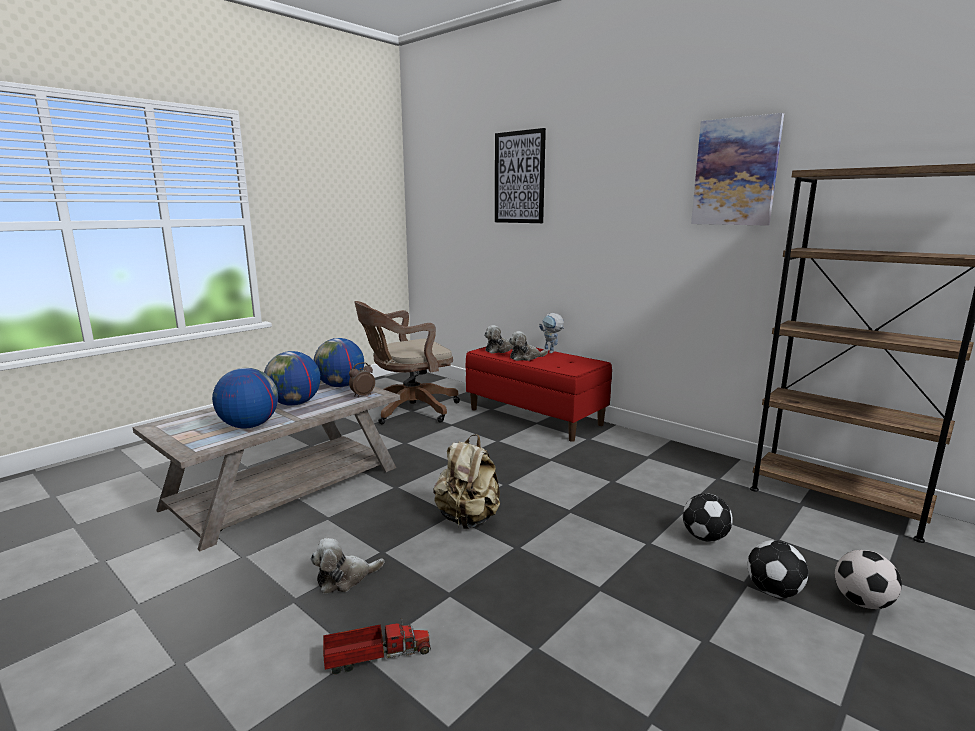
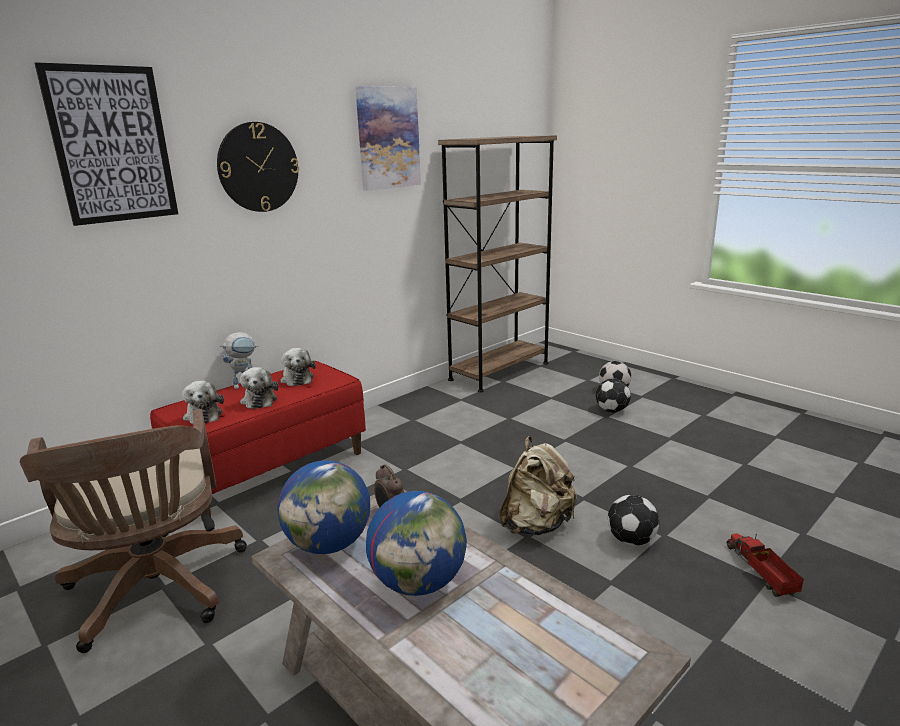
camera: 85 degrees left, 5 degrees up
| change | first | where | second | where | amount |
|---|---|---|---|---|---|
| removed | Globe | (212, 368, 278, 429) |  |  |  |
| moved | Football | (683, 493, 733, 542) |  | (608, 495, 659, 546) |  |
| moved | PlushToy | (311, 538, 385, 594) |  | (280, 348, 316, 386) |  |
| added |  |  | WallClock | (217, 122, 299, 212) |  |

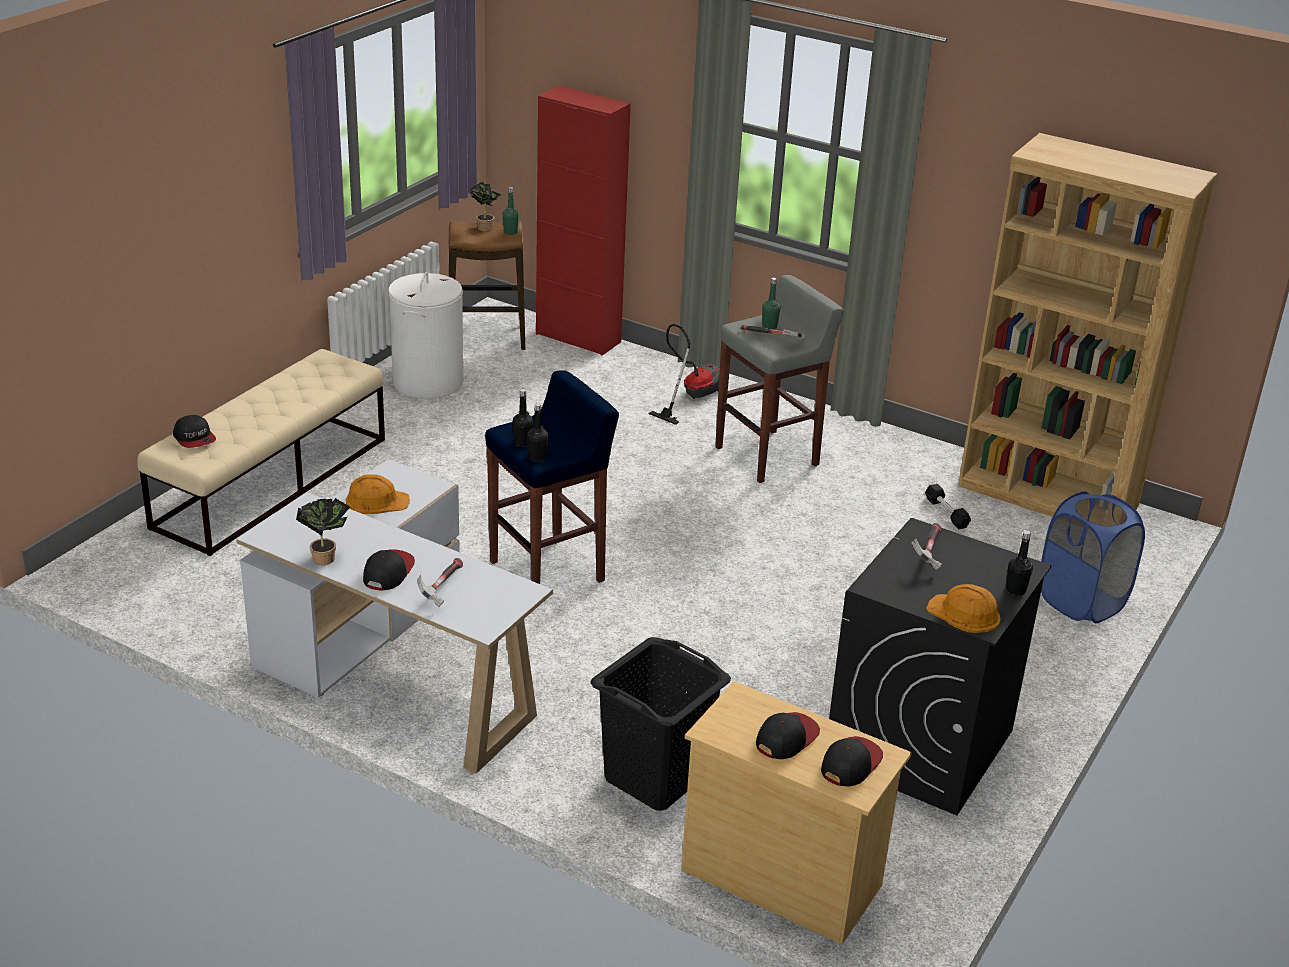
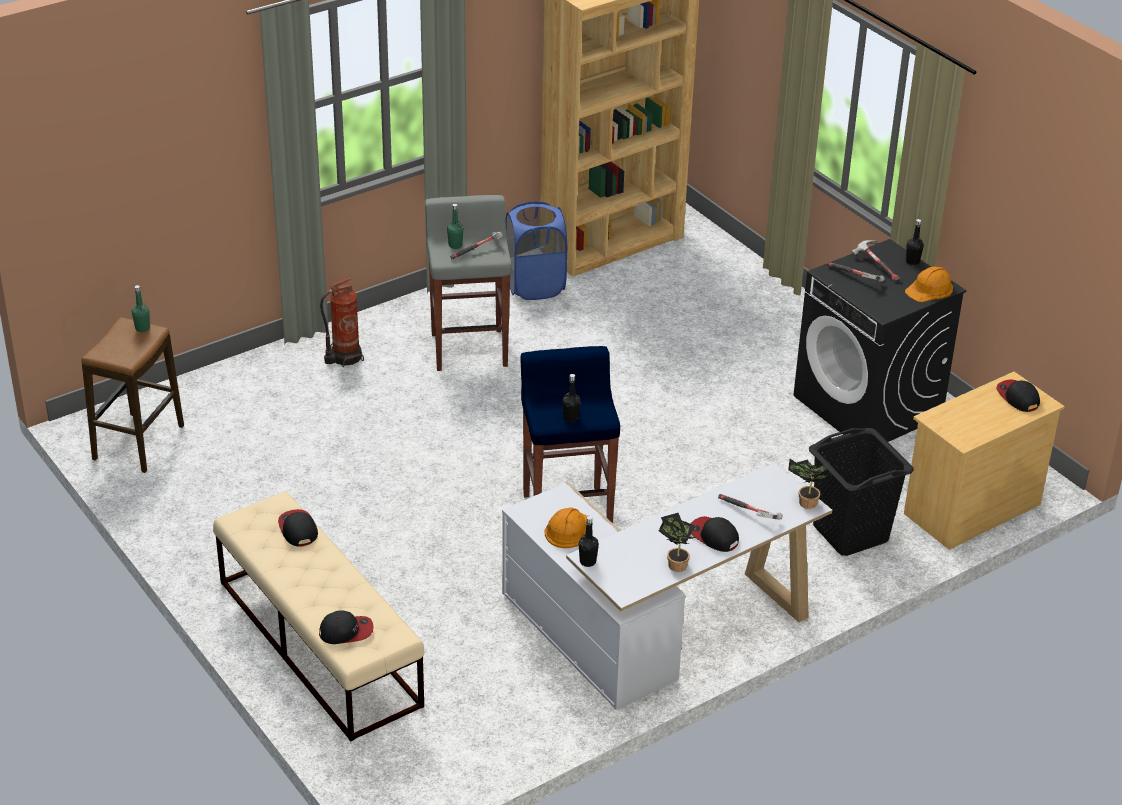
camera: 65 degrees left, 5 degrees up
| change | first | where | second | where | amount |
|---|---|---|---|---|---|
| removed | RedCabinet | (536, 86, 631, 356) |  |  |  |
| moved | PottedPlant | (468, 182, 501, 231) |  | (788, 459, 831, 509) |  |
| removed | WhiteLaundryBasket | (388, 272, 464, 399) |  |  |  |
| replaced | VacuumCleaner | (649, 324, 720, 425) | FireExtinguisher | (320, 278, 364, 367) |  |
| moved | BlackBottle | (527, 403, 548, 462) |  | (579, 516, 599, 567) |  |
| removed | BlackDumbbell | (925, 484, 971, 529) |  |  |  |
| moved | BlueLaundryBasket | (1041, 491, 1145, 623) |  | (505, 201, 567, 300) |  |
| moved | Cap | (756, 712, 820, 759) |  | (278, 509, 318, 547) |  |
| added |  |  | Hammer | (852, 240, 900, 282) |  |

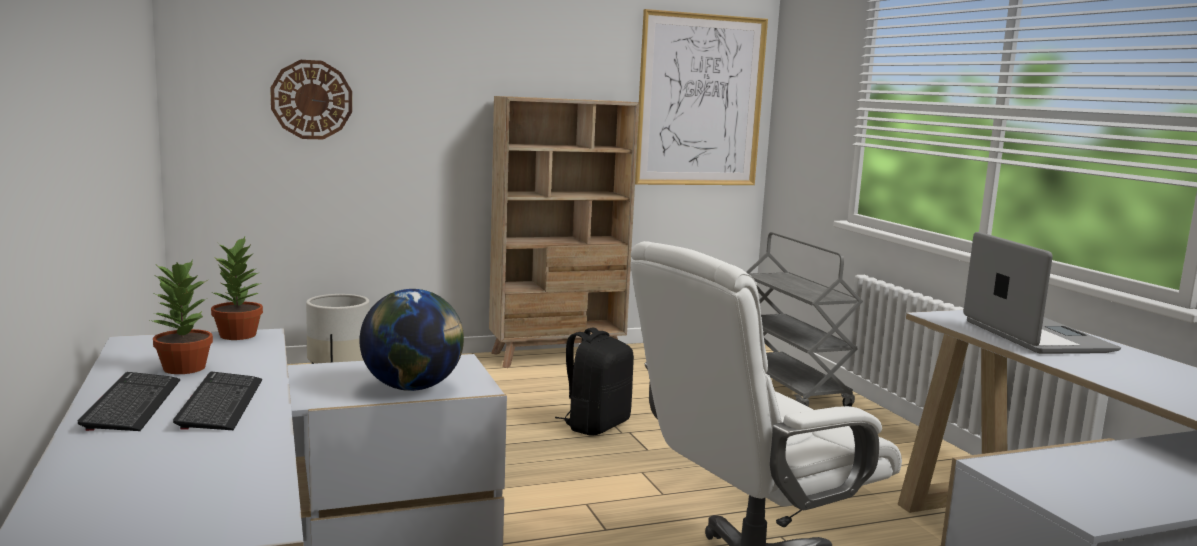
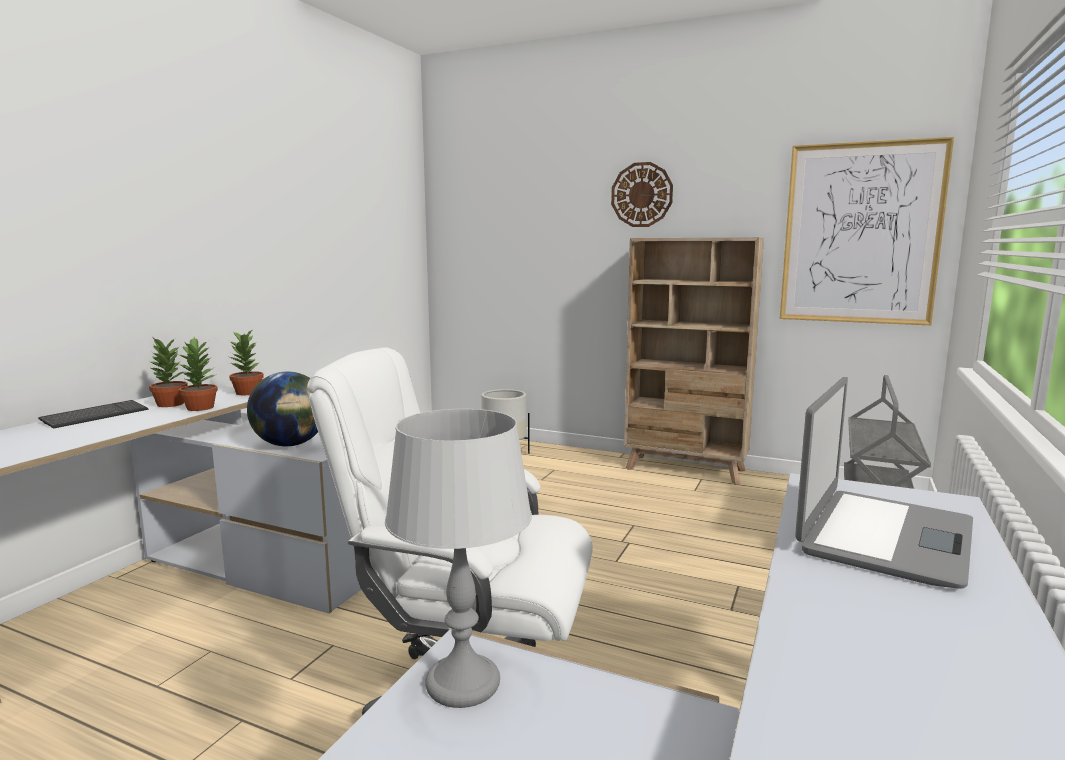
camera: 45 degrees right, 0 degrees up
| change | first | where | second | where | amount |
|---|---|---|---|---|---|
| moved | WallClock | (270, 60, 352, 139) |  | (611, 162, 673, 227) |  |
| removed | BlackBackpack | (555, 327, 634, 436) |  |  |  |
| removed | Keyboard | (173, 372, 262, 430) |  |  |  |
| added |  |  | PottedPlant | (177, 337, 218, 411) |  |
| added |  |  | GreyTableLamp | (385, 409, 532, 708) |  |

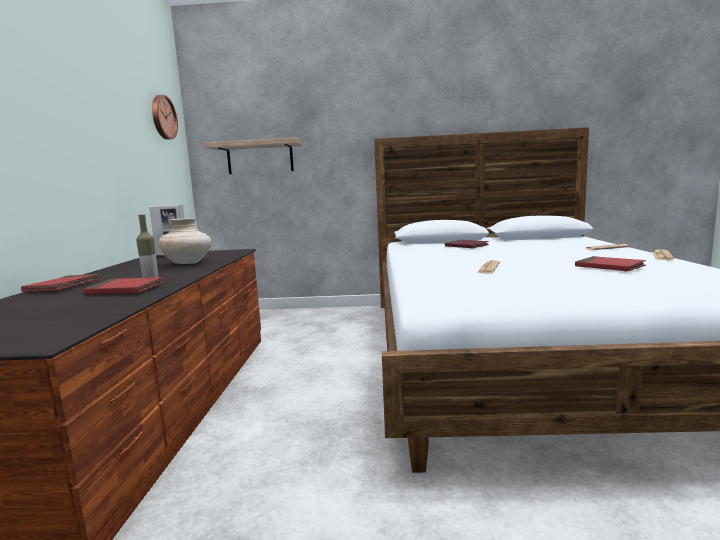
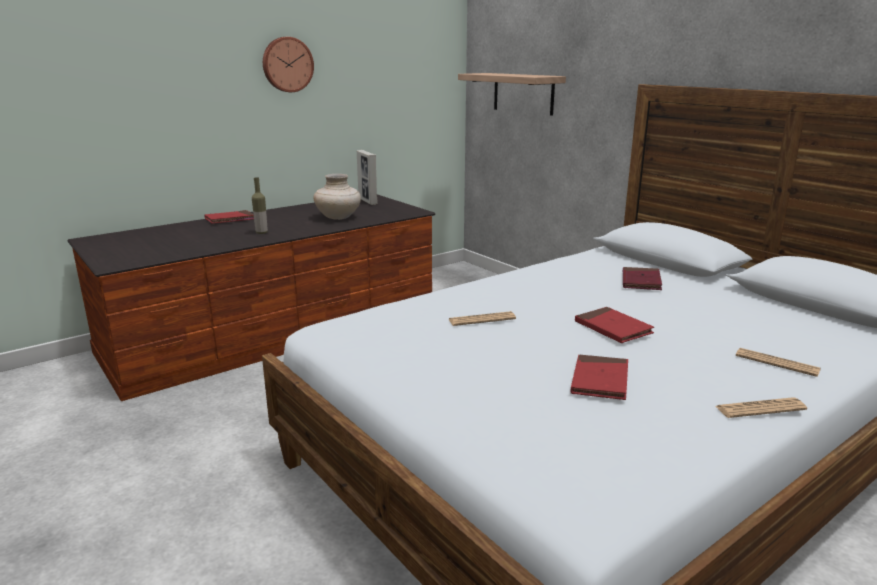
camera: 50 degrees right, 10 degrees up
| change | first | where | second | where | amount |
|---|---|---|---|---|---|
| moved | WallClock | (152, 95, 178, 140) |  | (263, 37, 314, 92) |  |
| moved | RedBook | (82, 277, 164, 295) |  | (575, 307, 654, 343) |  |

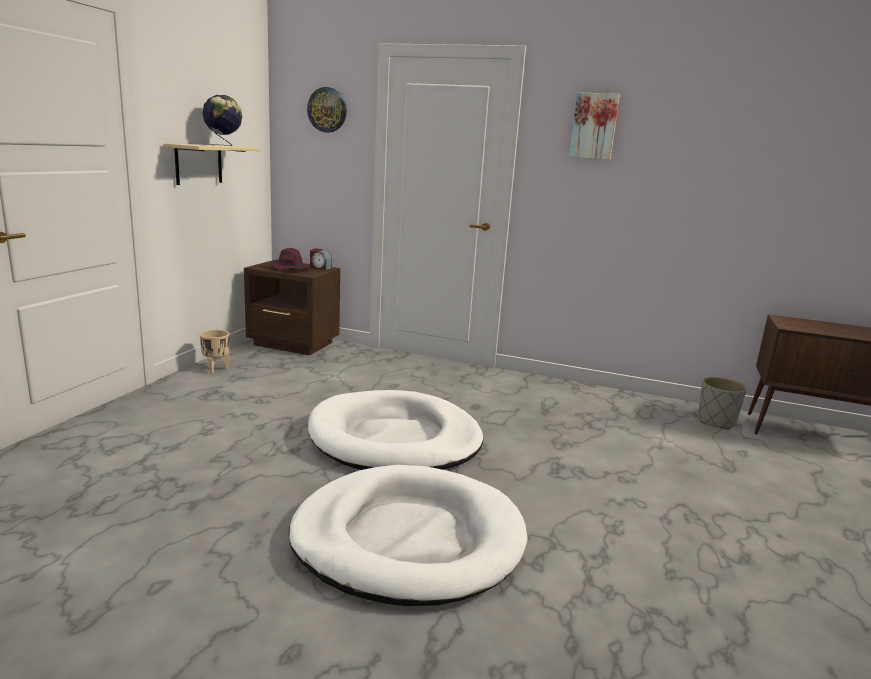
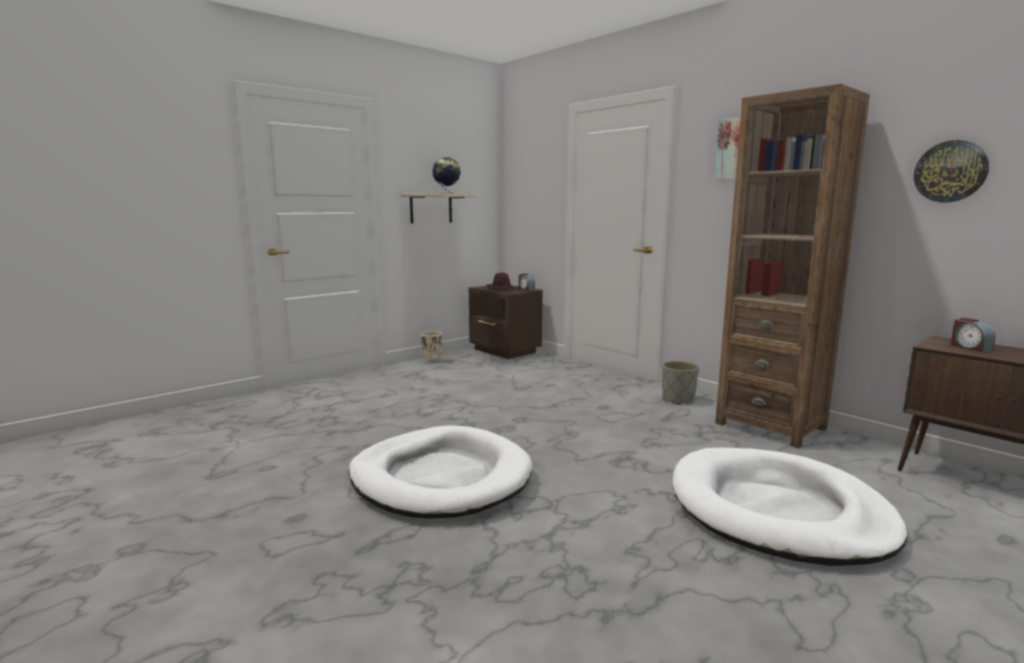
camera: 30 degrees right, 5 degrees down
| change | first | where | second | where | amount |
|---|---|---|---|---|---|
| moved | WallClock | (307, 87, 347, 133) |  | (914, 140, 989, 202) |  |
| moved | GreyPlanter | (698, 377, 747, 430) |  | (662, 361, 699, 405) |  |
| moved | WhiteDogBed | (308, 390, 483, 470) |  | (672, 448, 907, 566) |  |
| added |  |  | BrownBookcase | (715, 84, 870, 448) |  |
| added |  |  | AlarmClock | (950, 318, 996, 352) |  |

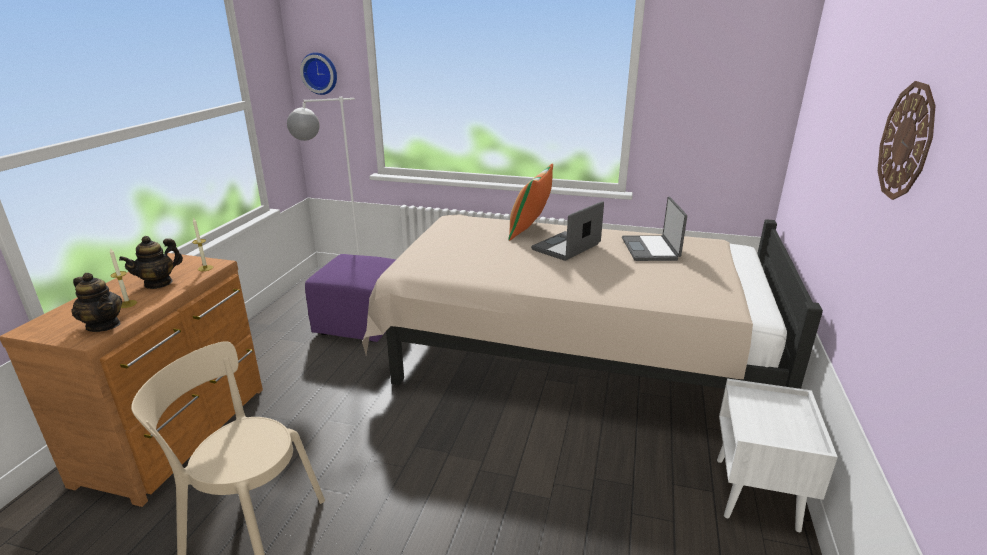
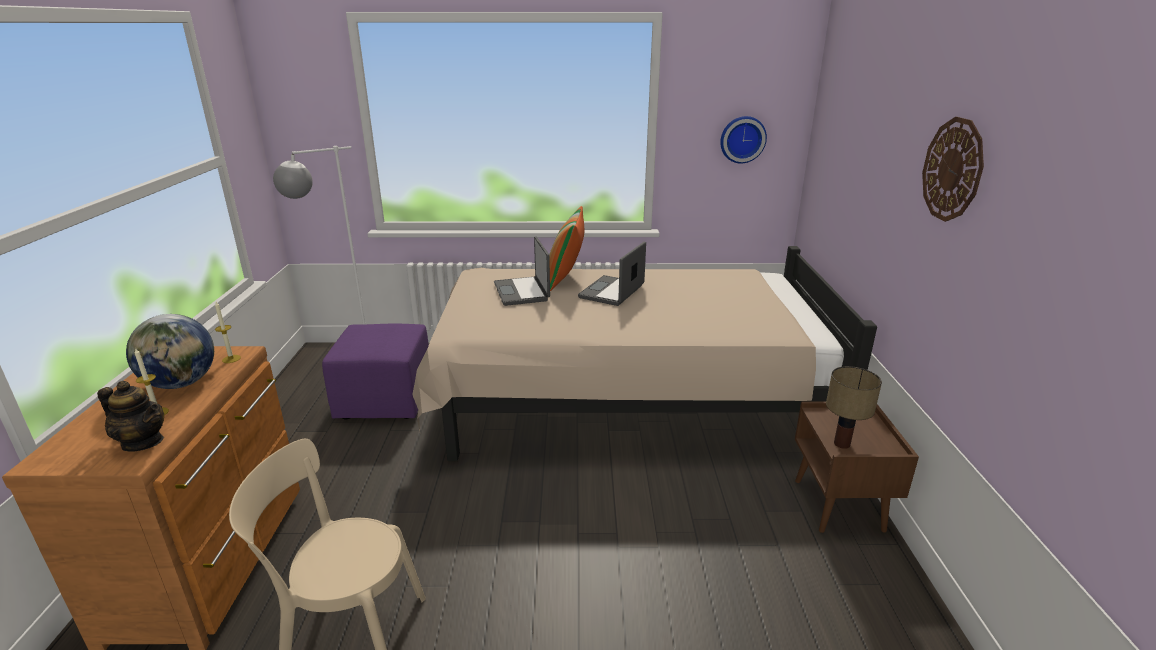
camera: 15 degrees left, 0 degrees up
| change | first | where | second | where | amount |
|---|---|---|---|---|---|
| moved | WallClock | (300, 52, 337, 95) |  | (720, 116, 767, 163) |  |
| moved | Laptop | (622, 197, 687, 261) |  | (494, 236, 550, 306) |  |
| replaced | Teapot | (119, 236, 183, 289) | Globe | (126, 314, 214, 389) |  |
| recoloured | WhiteNightstand | (717, 378, 838, 532) | BrownNightstand | (795, 401, 919, 533) |  |
| added |  |  | TableLamp | (826, 366, 882, 449) |  |

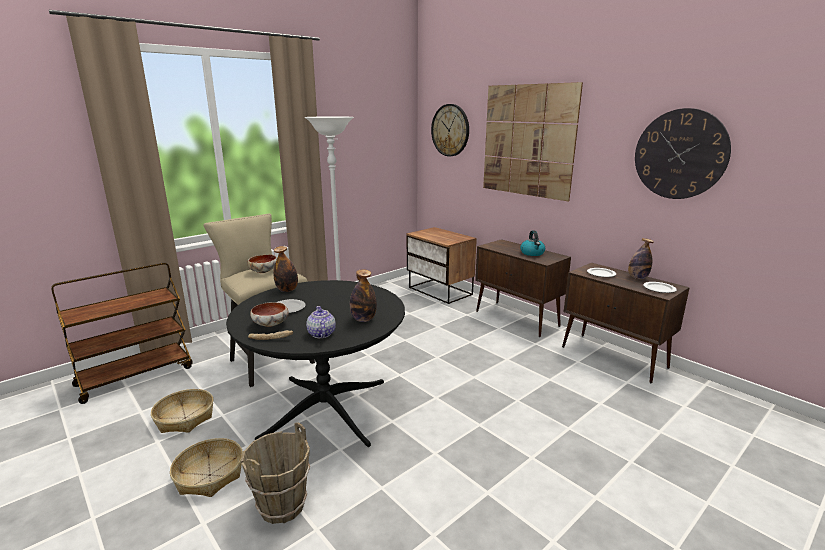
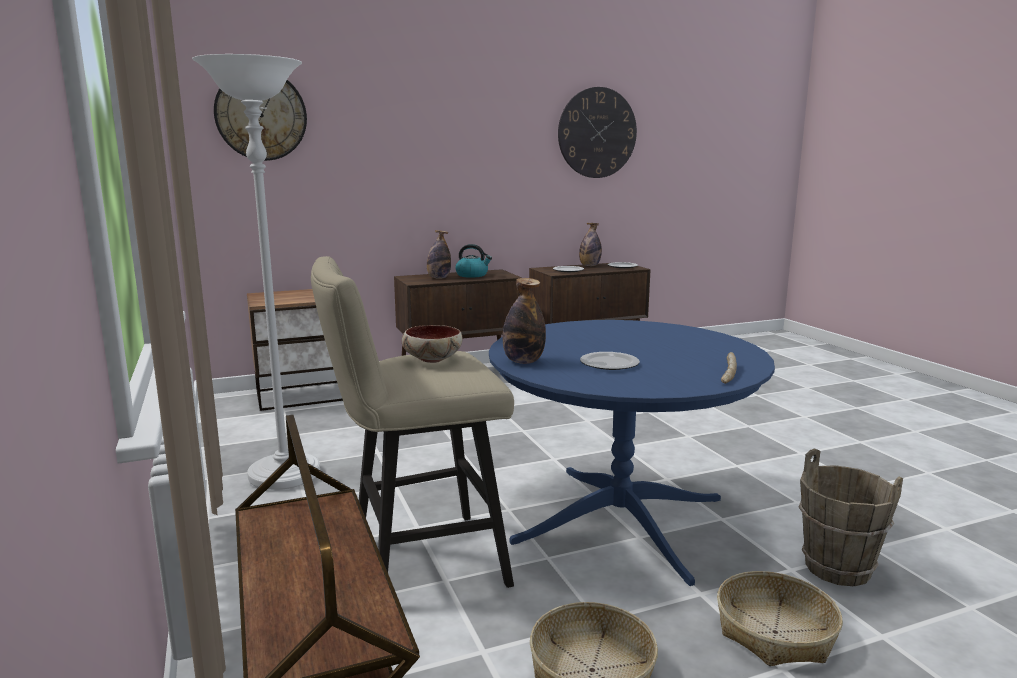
camera: 70 degrees left, 5 degrees down
| change | first | where | second | where | amount |
|---|---|---|---|---|---|
| removed | Picture | (483, 82, 583, 202) |  |  |  |
| moved | Bottle | (350, 269, 377, 322) |  | (427, 230, 451, 279) |  |
| recoloured | BlackDiningTable | (226, 280, 405, 447) | BlueDiningTable | (489, 320, 775, 586) |  |
| removed | Bowl | (250, 302, 289, 327) |  |  |  |
| removed | Teapot | (306, 306, 336, 338) |  |  |  |

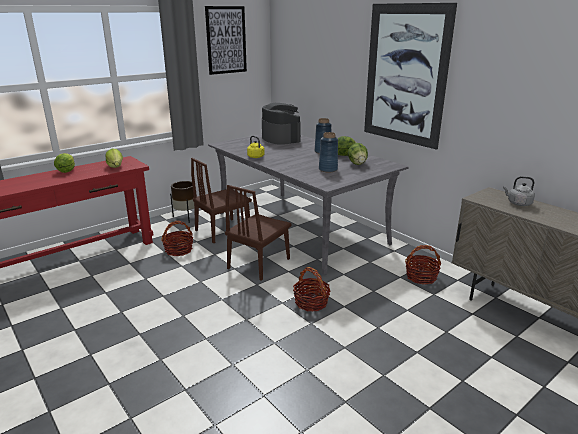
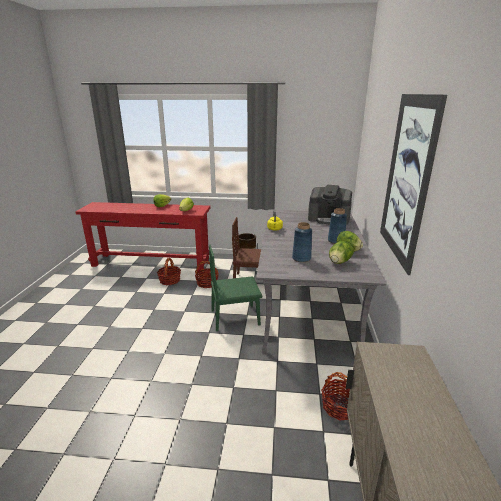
camera: 45 degrees right, 0 degrees up
| change | first | where | second | where | amount |
|---|---|---|---|---|---|
| removed | Picture | (205, 6, 247, 75) |  |  |  |
| turned | CoffeeMachine | (262, 103, 301, 145) |  | (308, 185, 352, 225) | 90 degrees clockwise |
| removed | GreyKettle | (503, 176, 535, 206) |  |  |  |
| recoloured | BrownChair | (225, 185, 291, 281) | GreenChair | (209, 245, 262, 331) |  |
| moved | Basket | (293, 267, 330, 311) |  | (157, 258, 181, 285) |  |

